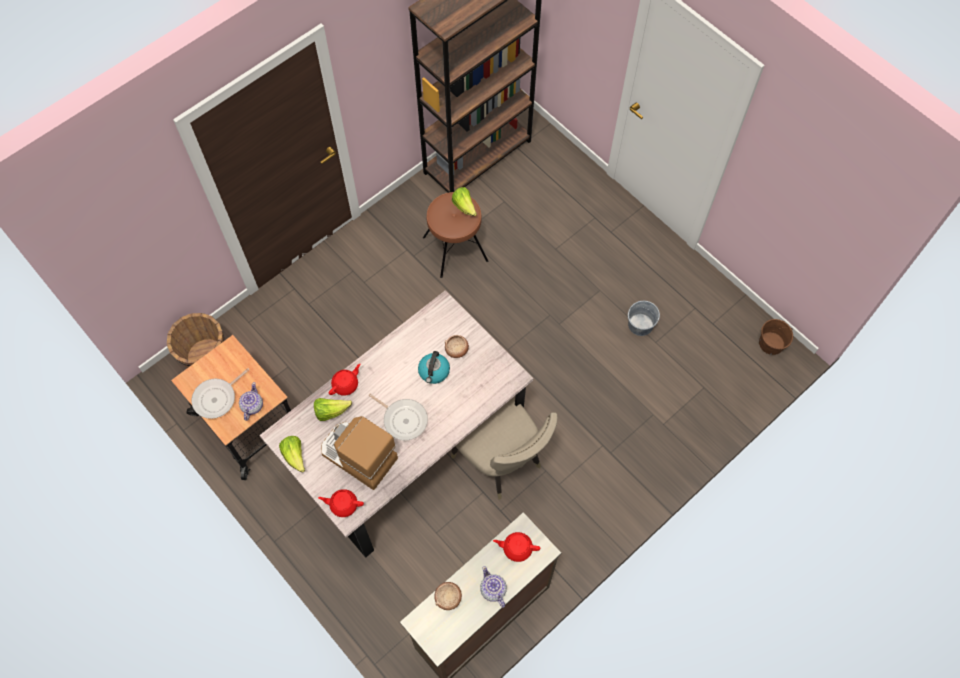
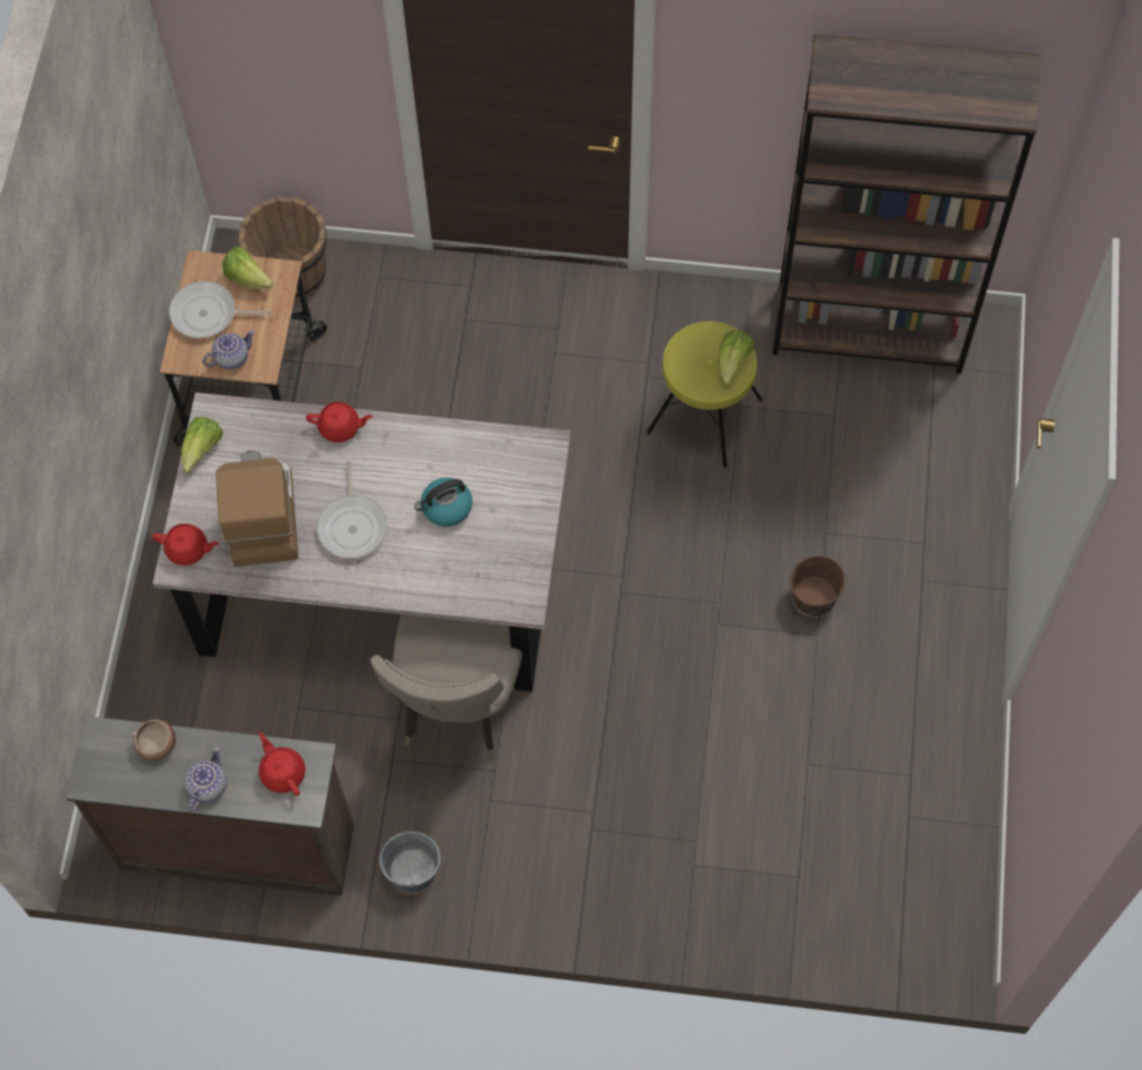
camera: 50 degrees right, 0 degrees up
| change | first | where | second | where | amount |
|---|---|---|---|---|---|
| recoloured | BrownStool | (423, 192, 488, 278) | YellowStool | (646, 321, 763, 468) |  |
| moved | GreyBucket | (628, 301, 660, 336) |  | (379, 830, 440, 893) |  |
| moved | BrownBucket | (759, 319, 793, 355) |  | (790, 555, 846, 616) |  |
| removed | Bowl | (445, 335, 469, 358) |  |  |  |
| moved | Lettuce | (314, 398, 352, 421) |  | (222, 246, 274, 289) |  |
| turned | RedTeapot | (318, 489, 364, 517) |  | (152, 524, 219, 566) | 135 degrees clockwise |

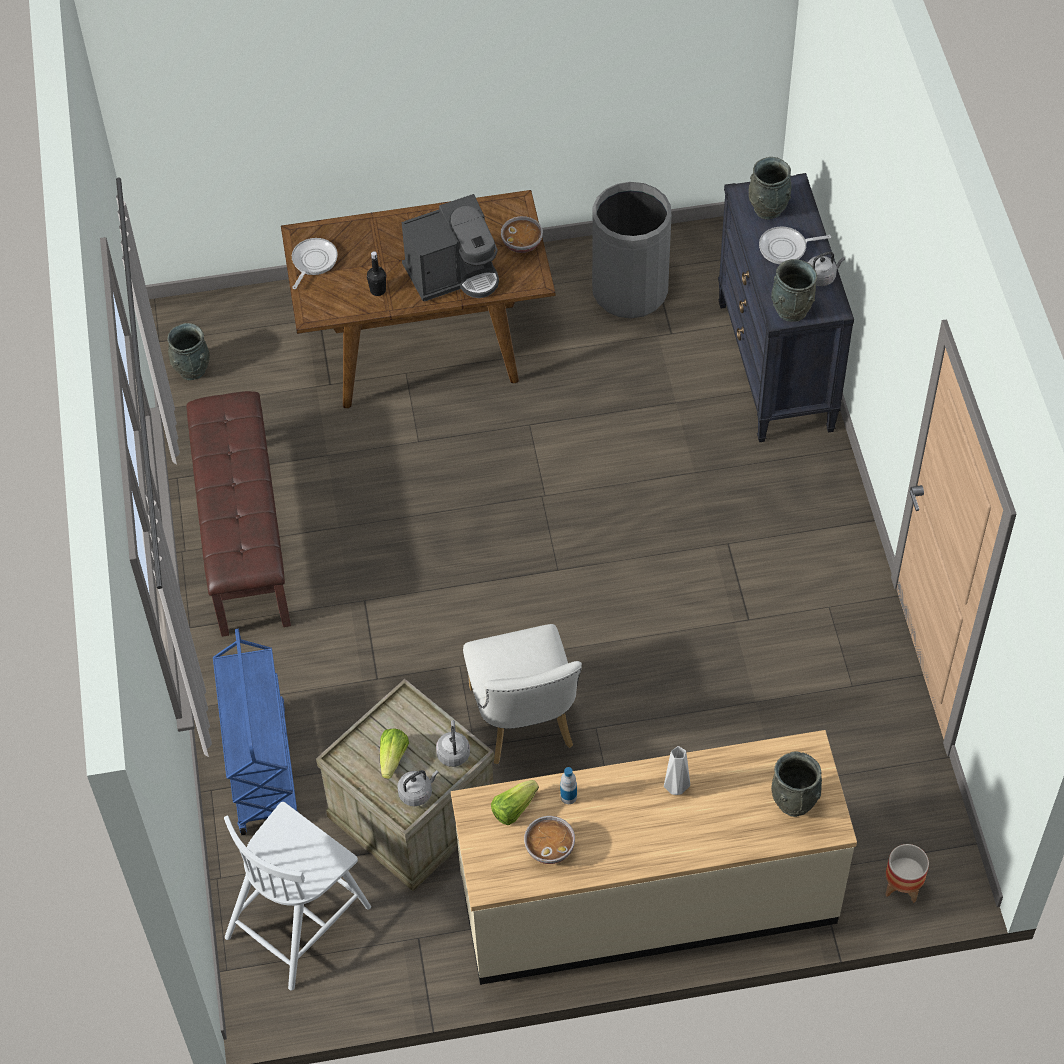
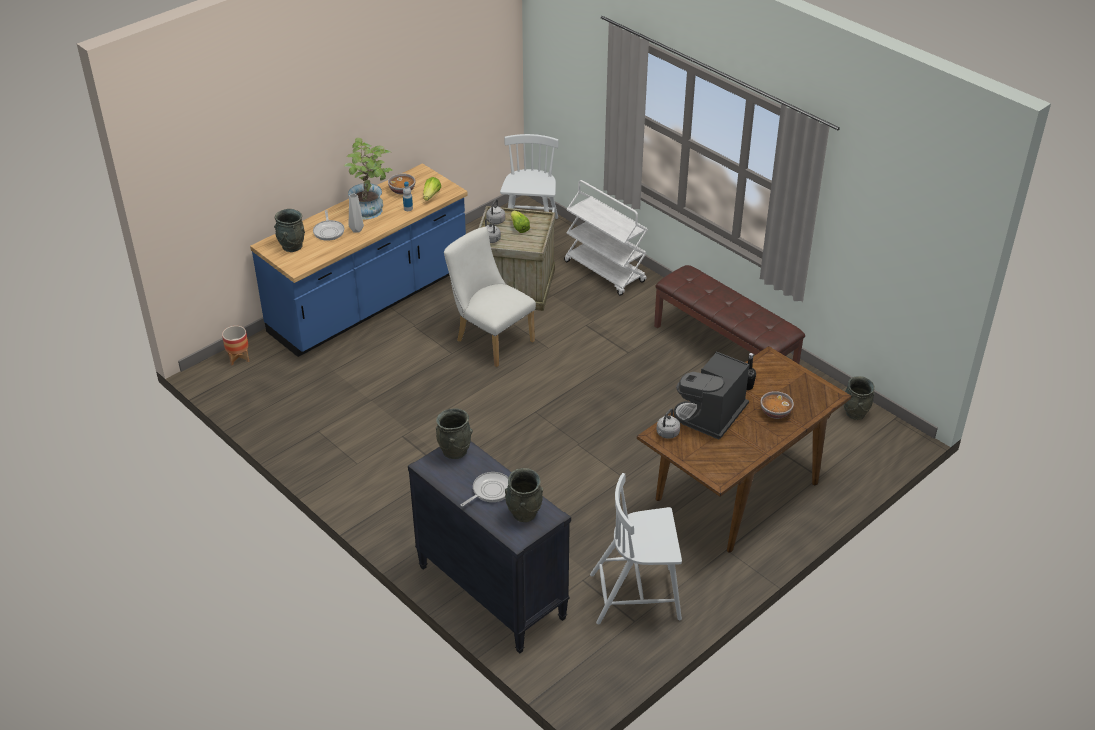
camera: 145 degrees right, 15 degrees down
| change | first | where | second | where | amount |
|---|---|---|---|---|---|
| replaced | GreyTrashCan | (592, 182, 672, 319) | WhiteChair | (590, 473, 682, 624) |  |
| moved | Bowl | (501, 216, 543, 253) |  | (761, 391, 794, 419) |  |
| moved | FryingPan | (292, 238, 338, 289) |  | (313, 210, 344, 241) |  |
| moved | GreyKettle | (808, 252, 845, 286) |  | (657, 408, 680, 439) |  |
| recoloured | BlueCart | (213, 629, 298, 835) | WhiteCart | (564, 180, 648, 296) |  |
| recoloured | BeigeCounter | (451, 730, 857, 985) | BlueCounter | (250, 163, 468, 357) |  |
| added |  |  | PottedPlant | (344, 138, 392, 220) |  |

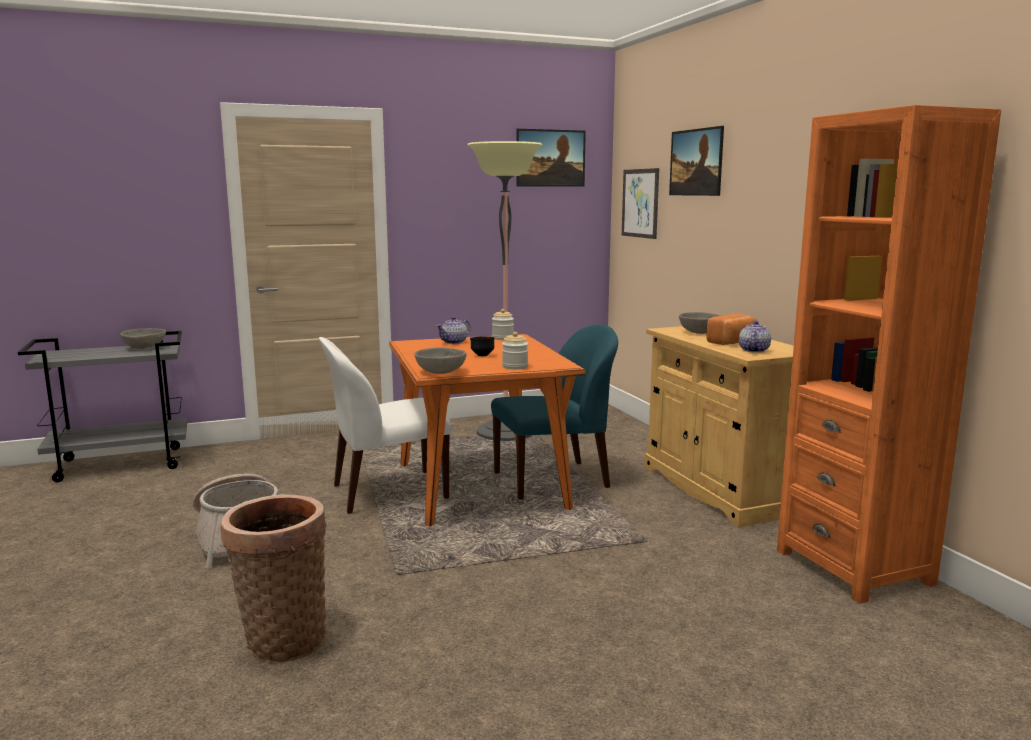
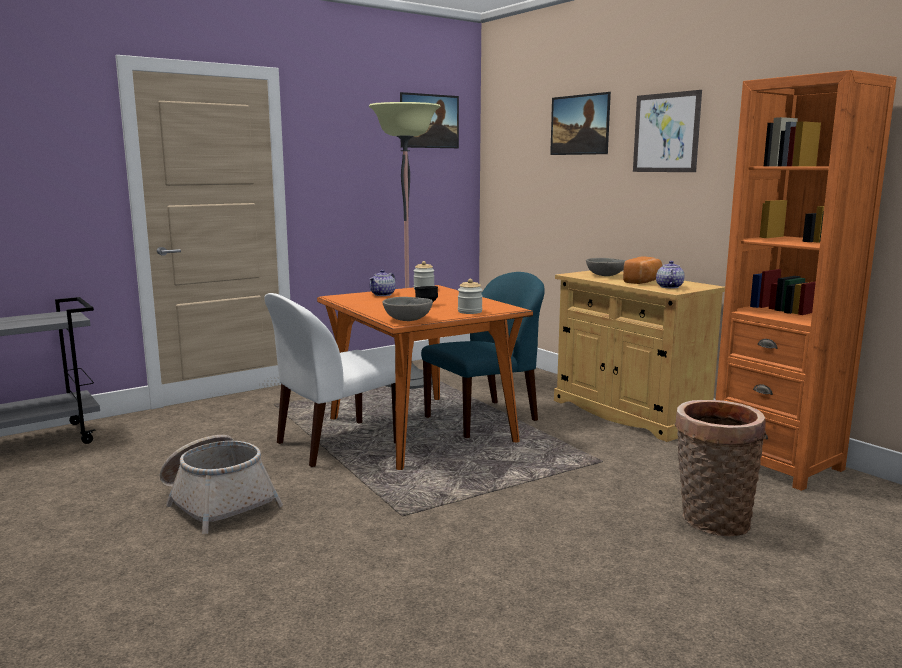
camera: 15 degrees left, 0 degrees up
| change | first | where | second | where | amount |
|---|---|---|---|---|---|
| moved | Picture | (622, 168, 659, 239) |  | (633, 90, 702, 172) |  |
| removed | GreyBowl | (120, 328, 166, 349) |  |  |  |
| moved | Basket | (220, 494, 327, 662) |  | (674, 400, 766, 537) |  |

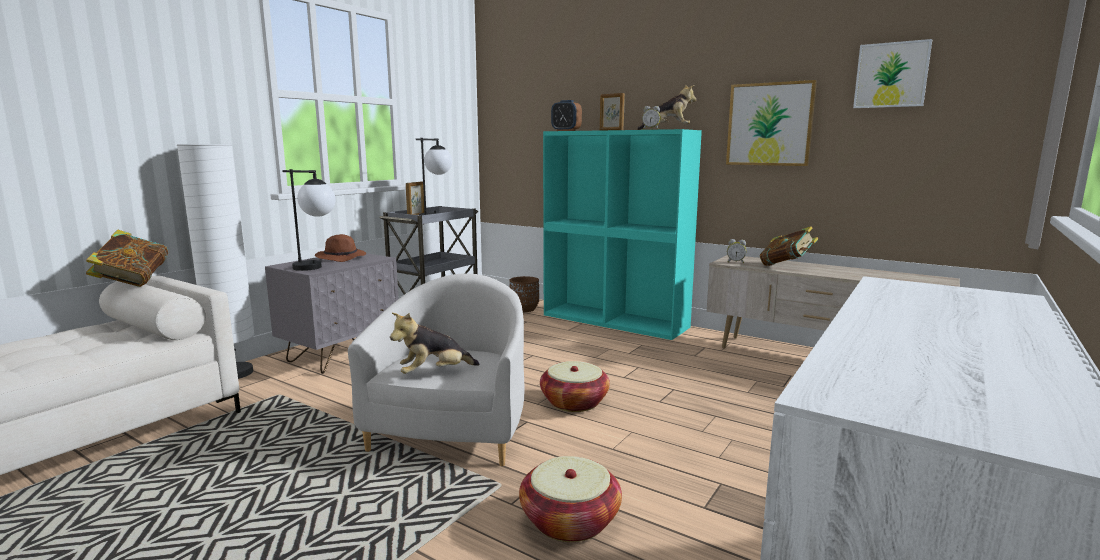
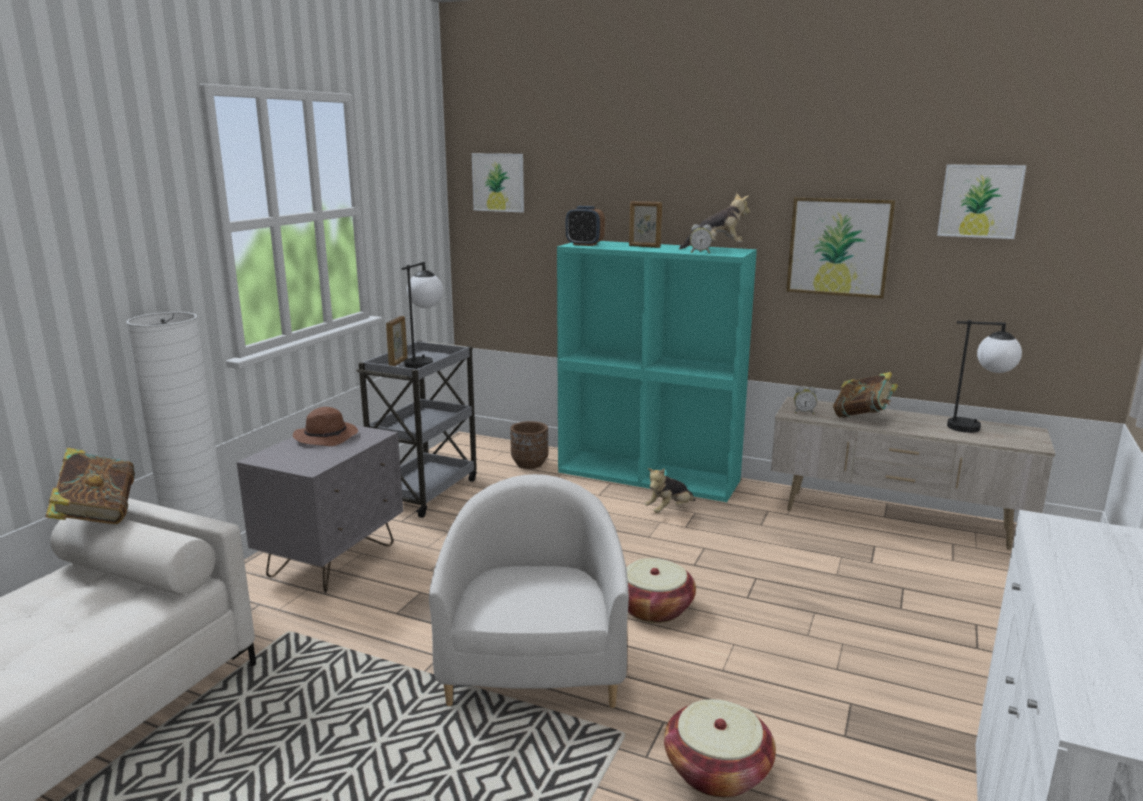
camera: 10 degrees left, 5 degrees up
| change | first | where | second | where | amount |
|---|---|---|---|---|---|
| moved | TableLamp | (282, 169, 336, 271) |  | (947, 320, 1022, 433) |  |
| moved | PlushToy | (390, 313, 480, 374) |  | (645, 468, 695, 513) |  |
| added |  |  | Picture | (472, 153, 524, 212) |  |

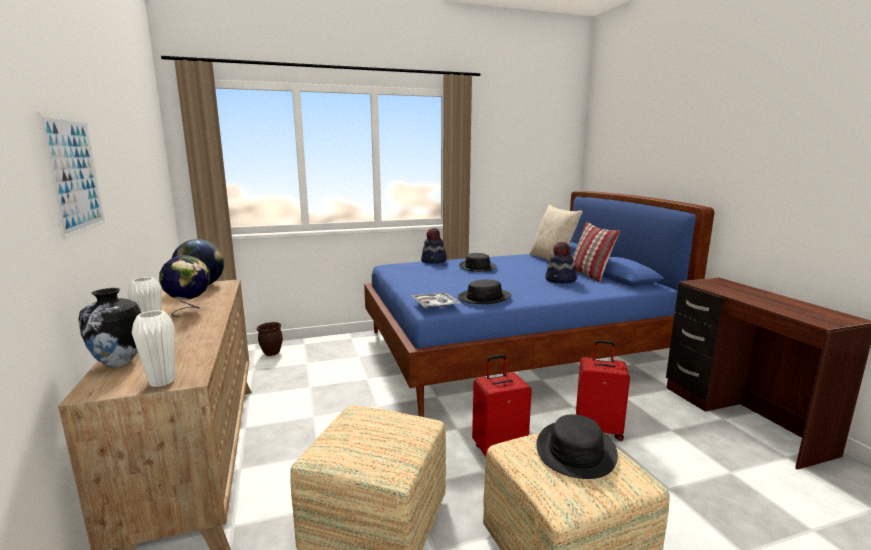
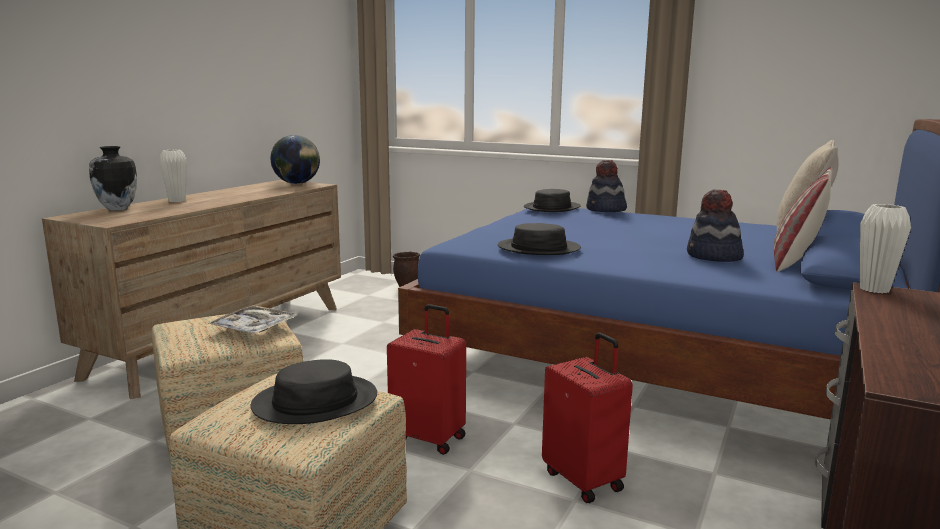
camera: 45 degrees right, 0 degrees up
| change | first | where | second | where | amount |
|---|---|---|---|---|---|
| removed | Picture | (36, 112, 105, 240) |  |  |  |
| moved | BlackHat | (459, 253, 497, 272) |  | (524, 189, 581, 212) |  |
| removed | Globe | (159, 255, 210, 317) |  |  |  |
| moved | Tray | (411, 292, 460, 308) |  | (208, 305, 298, 334) |  |
| moved | WhiteVase | (132, 310, 175, 387) |  | (860, 204, 911, 293) |  |

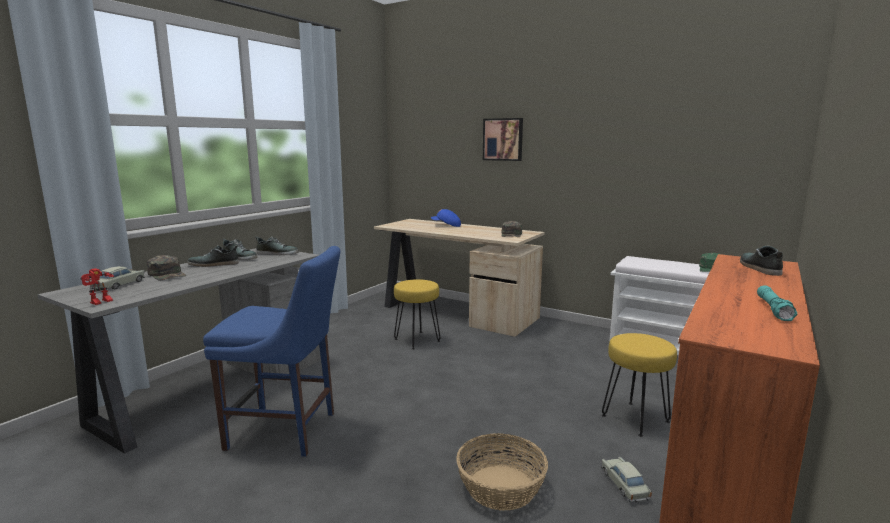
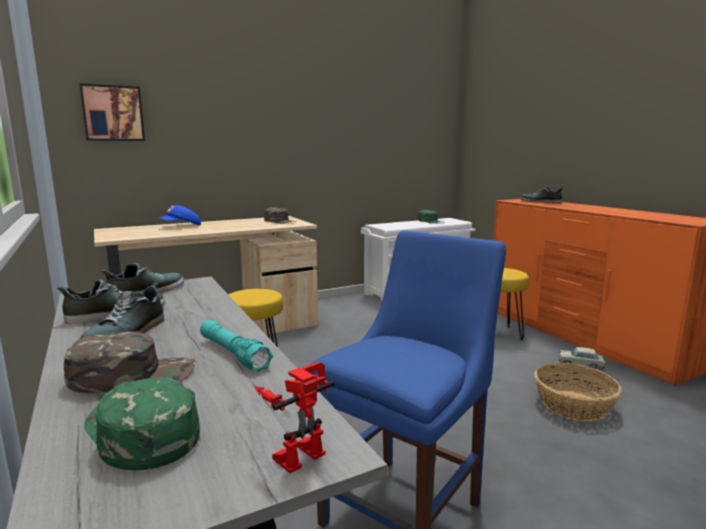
camera: 60 degrees left, 0 degrees up
| change | first | where | second | where | amount |
|---|---|---|---|---|---|
| moved | Picture | (483, 118, 523, 161) |  | (79, 83, 145, 141) |  |
| replaced | BeigeToyCar | (90, 266, 145, 290) | GreenCap | (84, 378, 200, 470) |  |
| turned | ToyRobot | (80, 268, 114, 305) |  | (255, 361, 335, 473) | 105 degrees counterclockwise |
| moved | TurquoiseFlashlight | (757, 285, 797, 321) |  | (200, 320, 273, 371) |  |

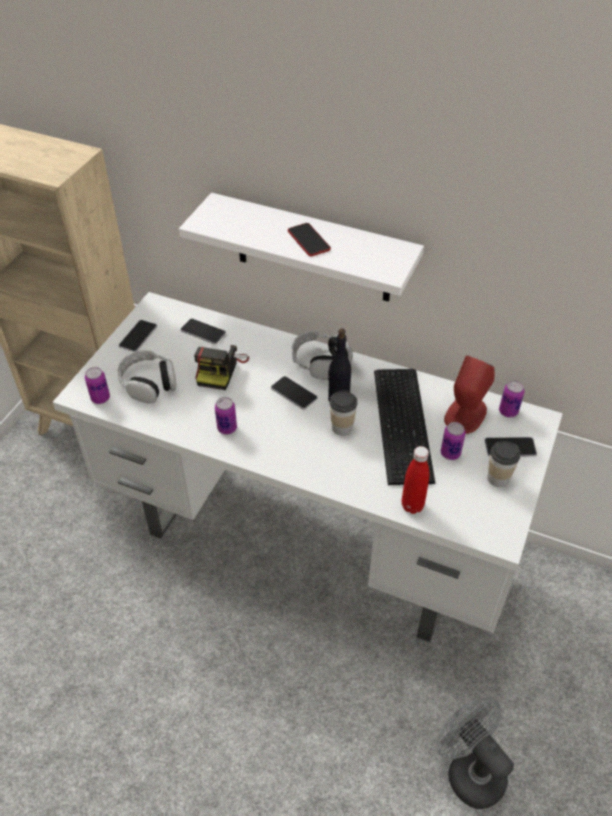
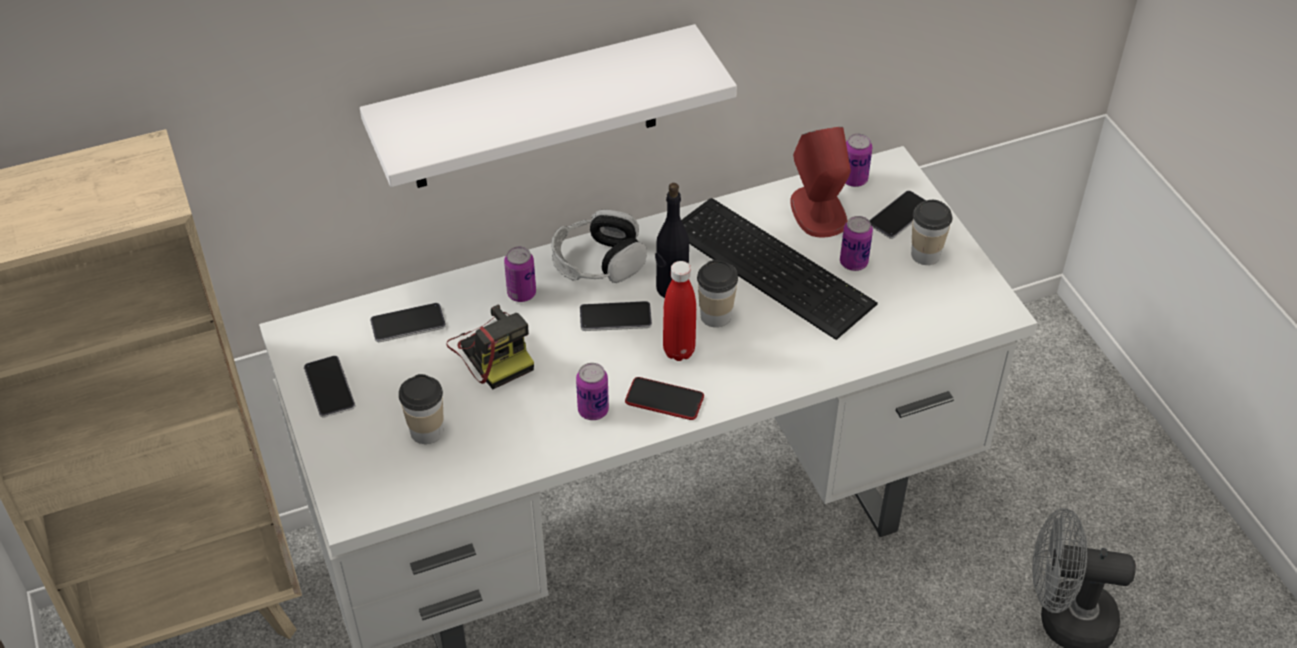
camera: 45 degrees left, 0 degrees up
| change | first | where | second | where | amount |
|---|---|---|---|---|---|
| moved | Phone | (288, 223, 331, 256) |  | (625, 377, 704, 420) |  |
| replaced | Headphones | (118, 350, 176, 403) | Cup | (399, 374, 444, 444) |  |
| moved | Can | (85, 367, 110, 404) |  | (504, 247, 536, 302) |  |
| moved | RedBottle | (402, 446, 429, 514) |  | (663, 261, 696, 361) |  |

